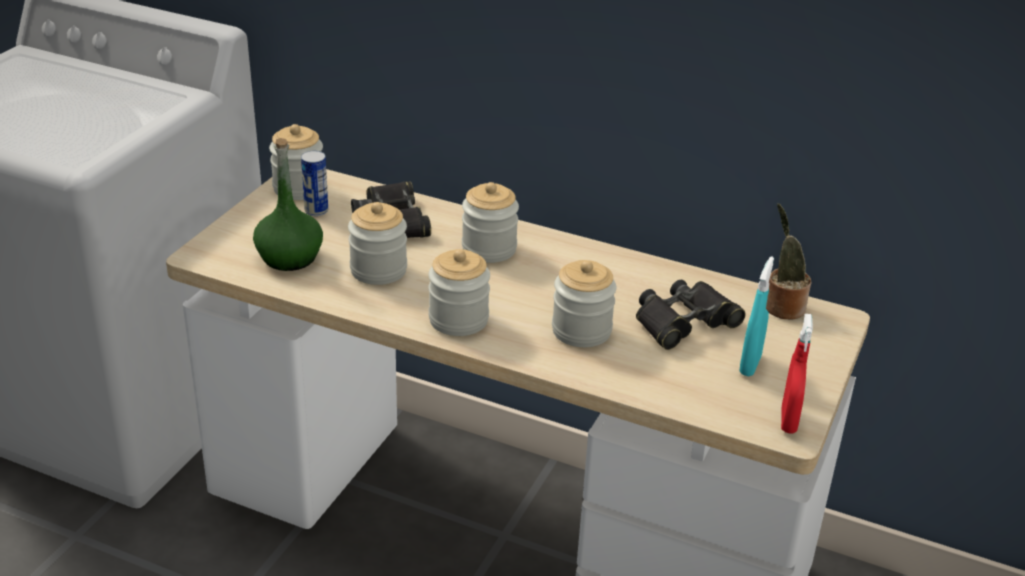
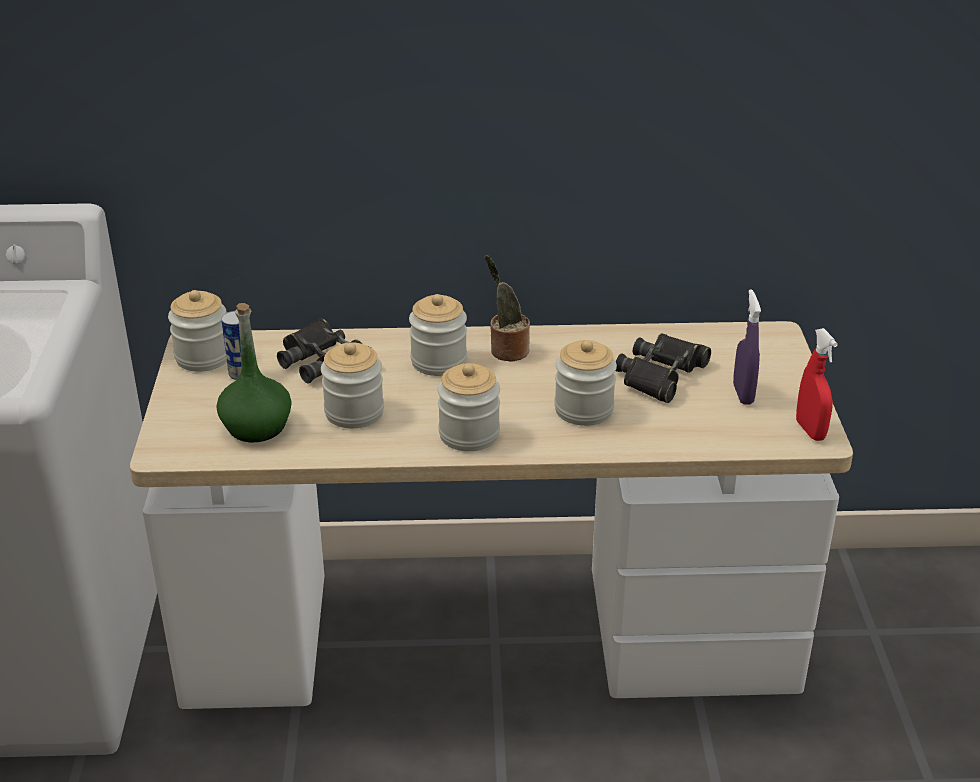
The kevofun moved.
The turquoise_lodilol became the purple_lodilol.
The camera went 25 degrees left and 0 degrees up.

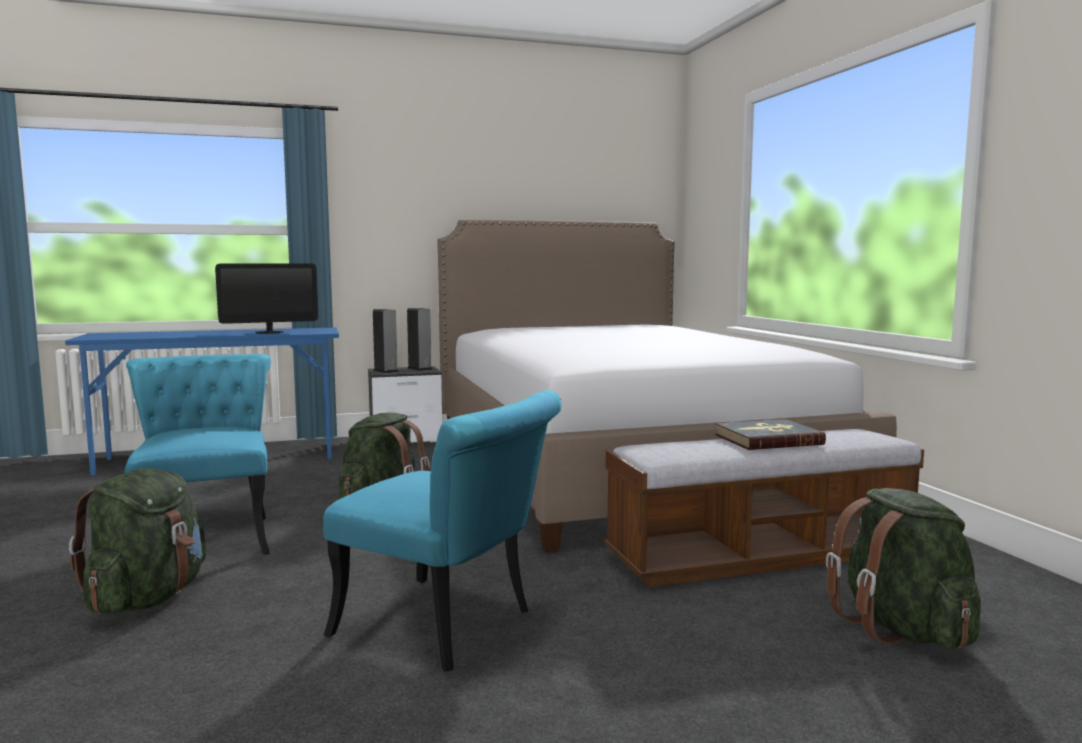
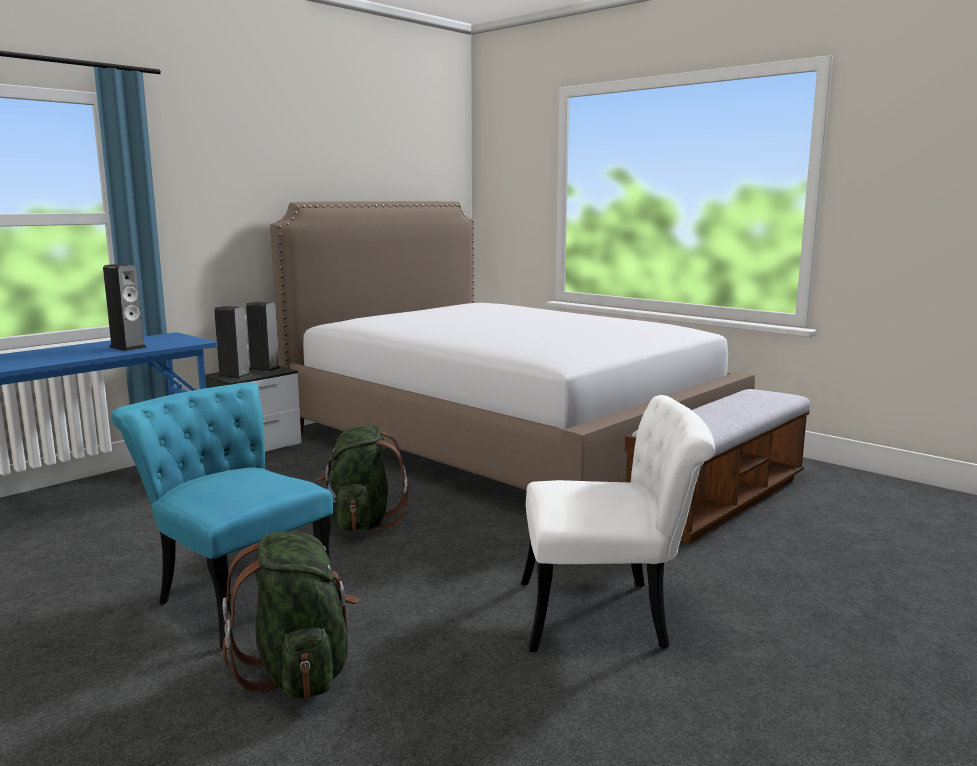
The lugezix was replaced by the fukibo (no. 1 from left).
The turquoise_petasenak (no. 2 from left) became the white_petasenak.
The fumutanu disappeared.
The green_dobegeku (no. 3 from left) disappeared.
The camera went 30 degrees left and 5 degrees up.

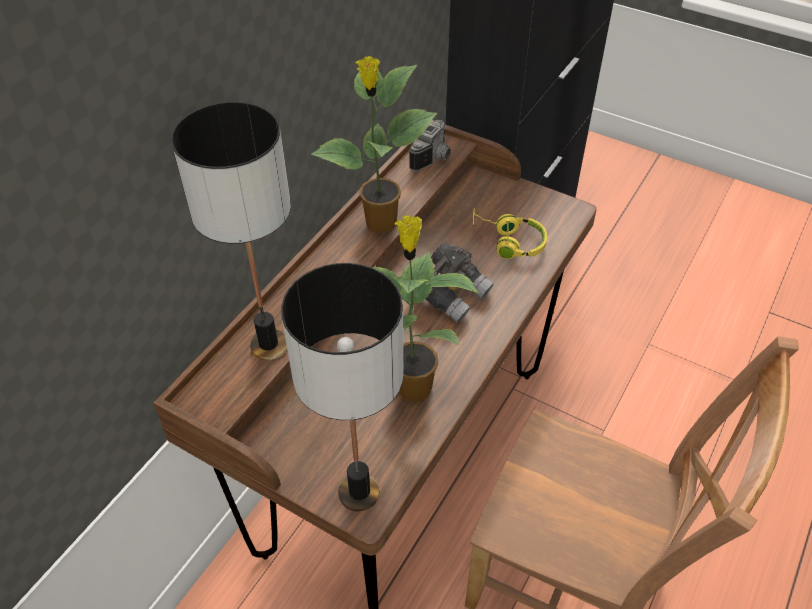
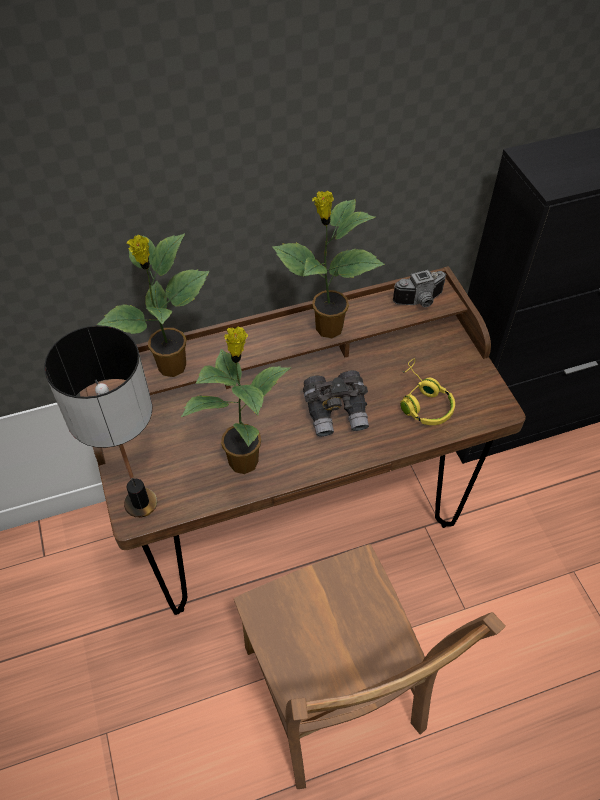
The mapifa (no. 1 from left) was replaced by the kevofun (no. 1 from left).
The camera went 40 degrees right and 5 degrees up.

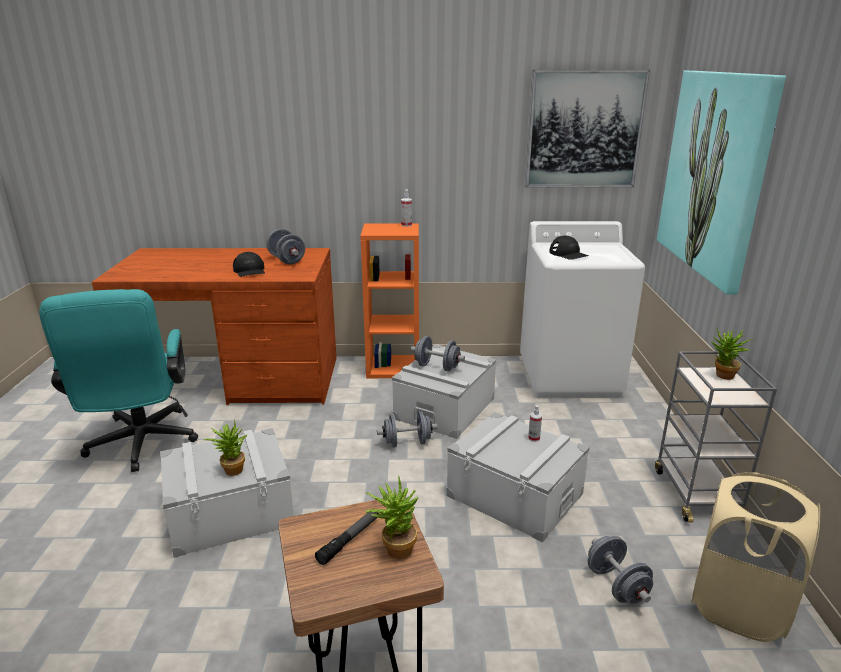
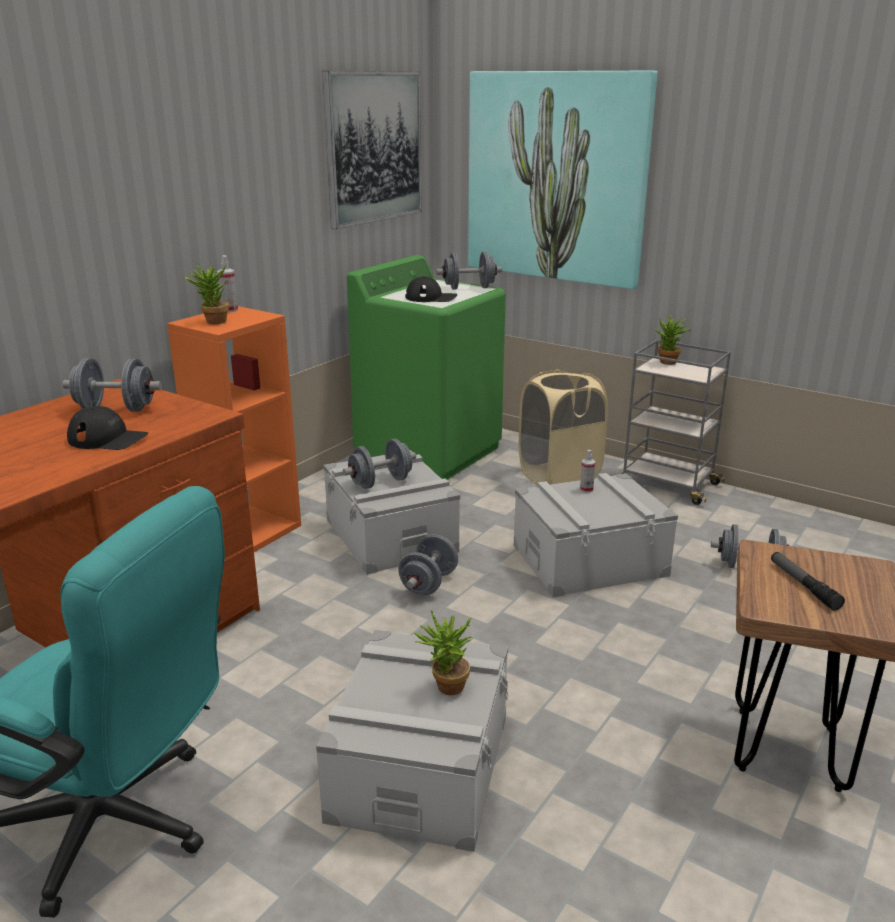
The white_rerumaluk became the green_rerumaluk.
The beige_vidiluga moved.
The kevofun (no. 2 from left in the first image) moved.
The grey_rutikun (no. 4 from left) appeared.
The camera went 55 degrees left and 0 degrees up.

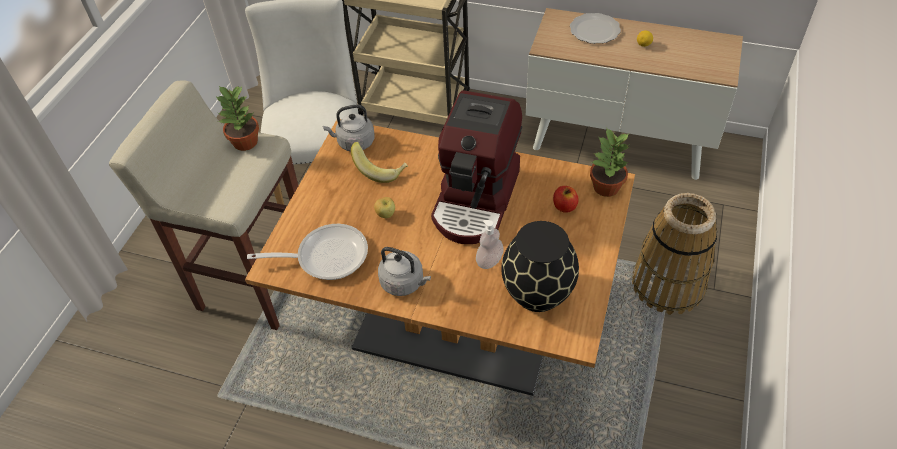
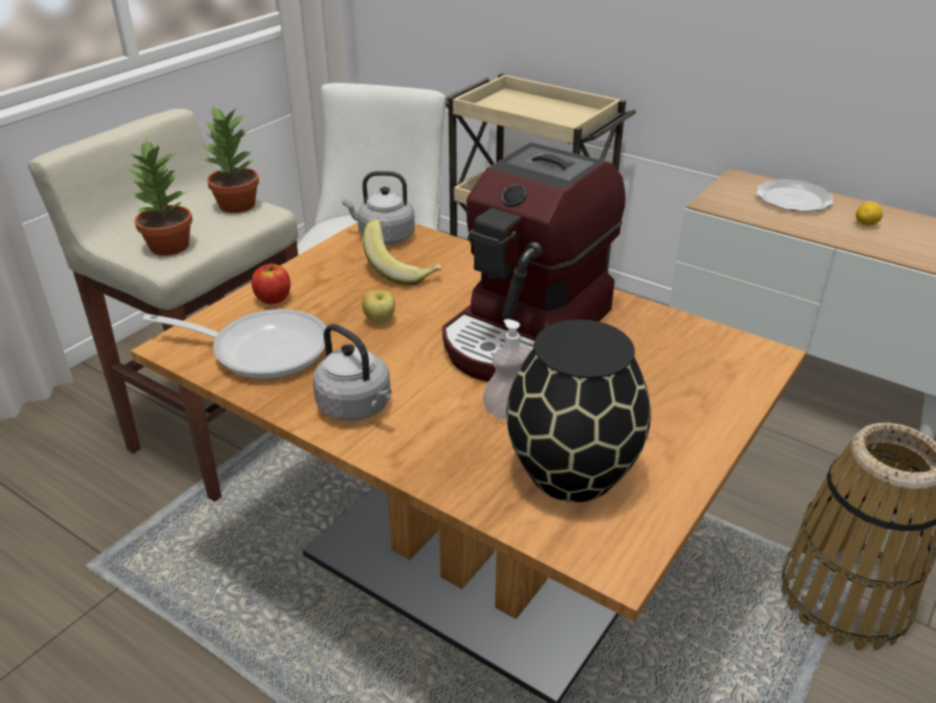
The kevofun (no. 2 from left in the first image) moved.
The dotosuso (no. 2 from left in the first image) moved.
The camera went 15 degrees right and 15 degrees down.

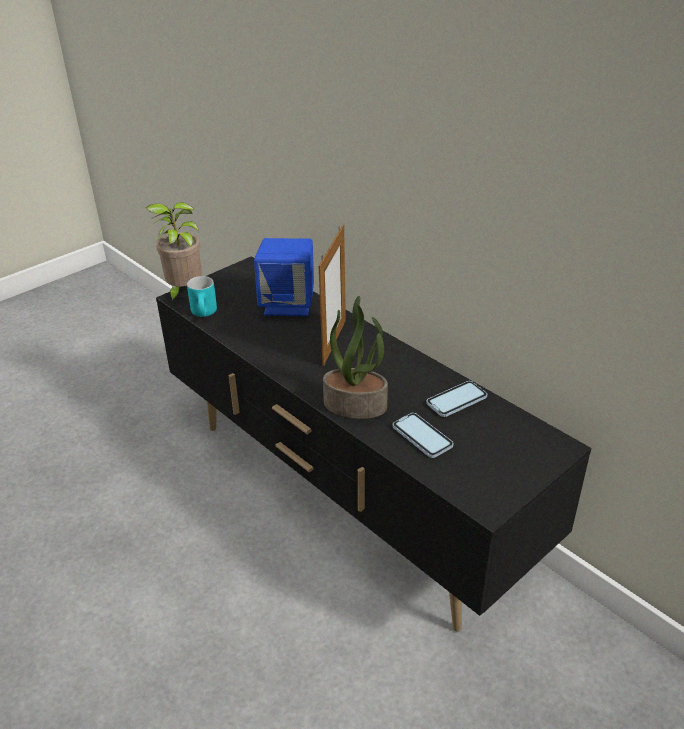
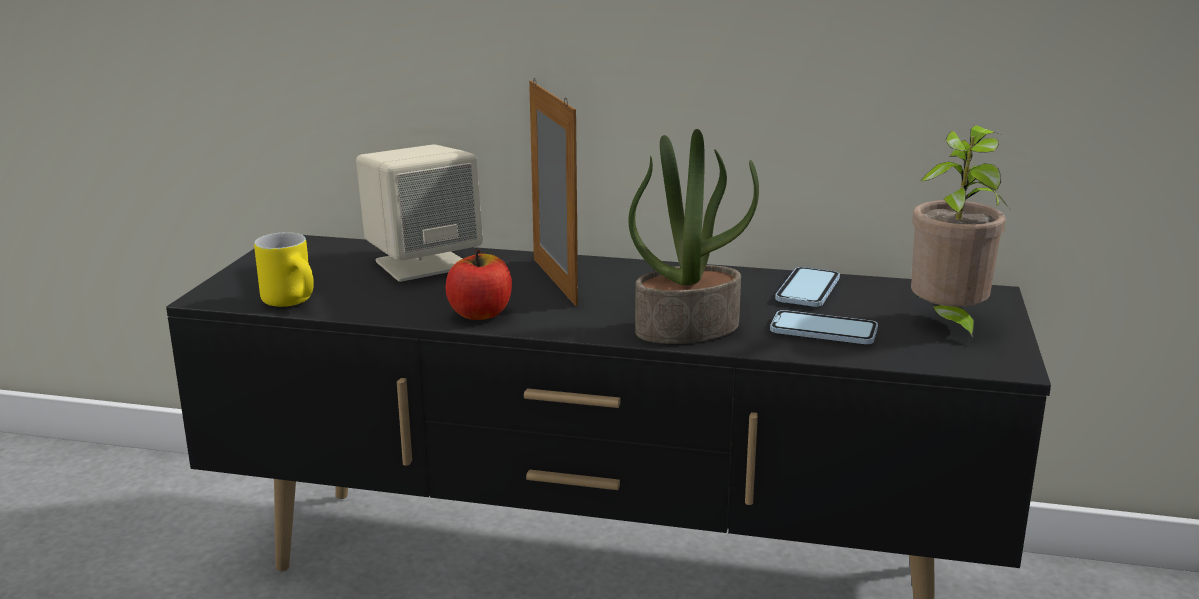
The kevofun (no. 1 from left in the first image) moved.
The blue_fukibo became the beige_fukibo.
The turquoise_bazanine became the yellow_bazanine.
The dotosuso appeared.
The camera went 35 degrees left and 15 degrees down.

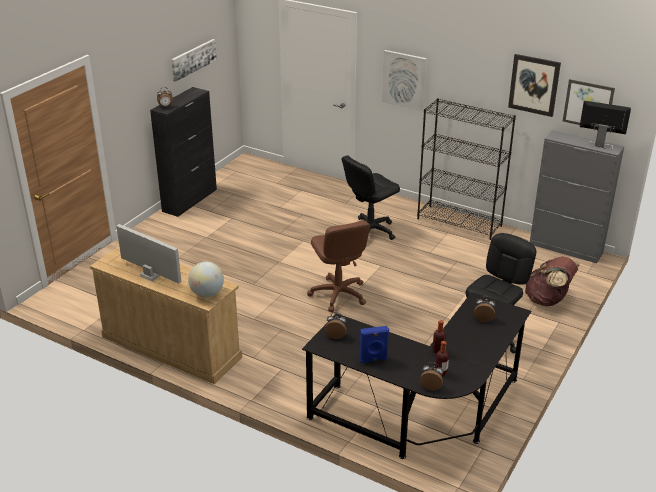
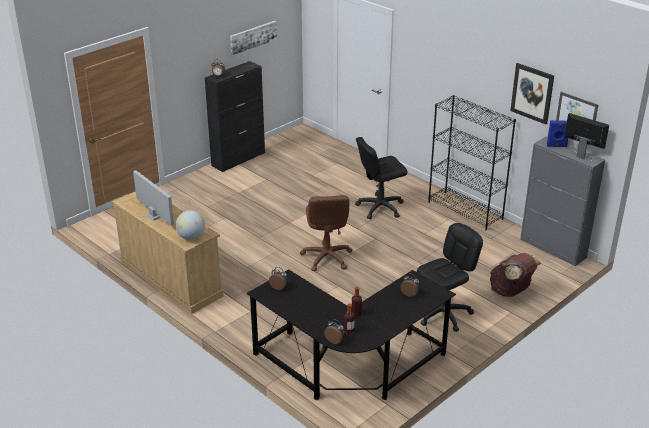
The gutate (no. 2 from left) disappeared.
The blue_fukibo moved.
The camera went 15 degrees right and 0 degrees up.

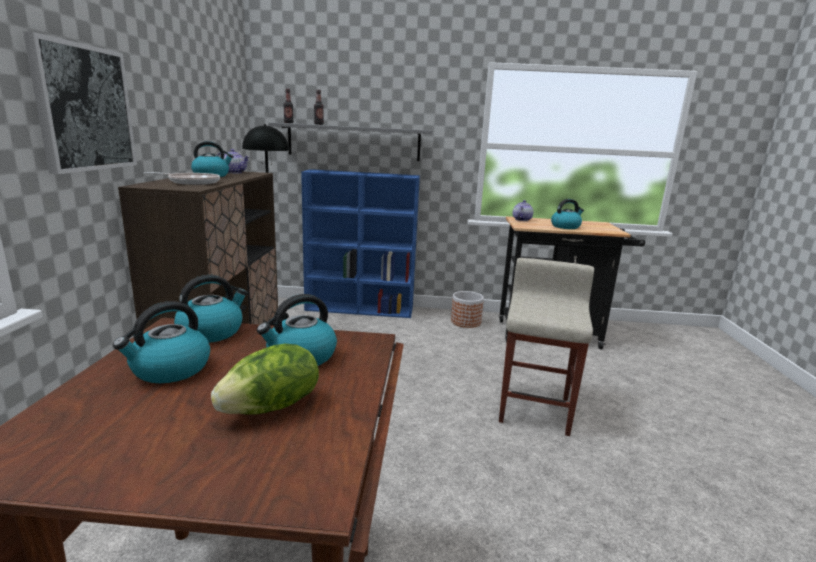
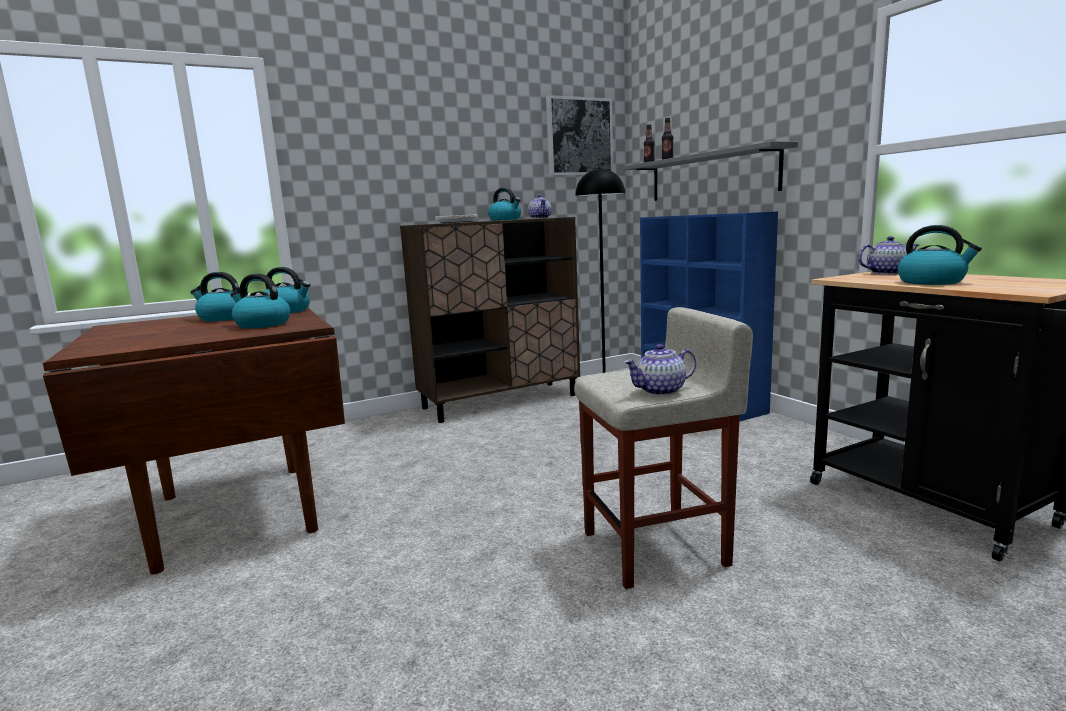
The gutate moved.
The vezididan disappeared.
The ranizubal disappeared.
The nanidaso (no. 2 from left) appeared.
The camera went 60 degrees right and 5 degrees down.

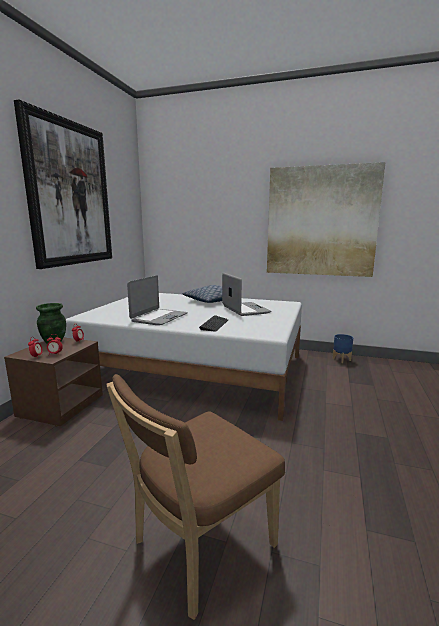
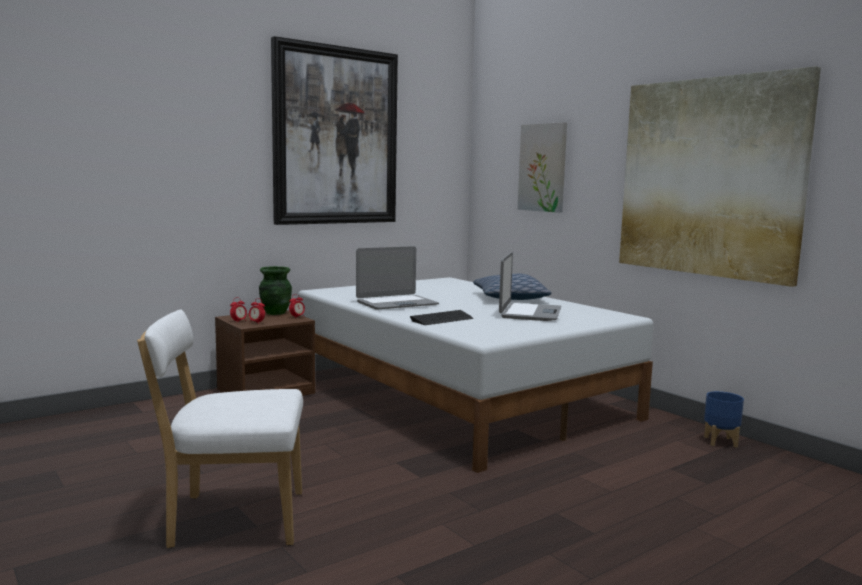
The brown_petasenak became the white_petasenak.
The gutate (no. 2 from left) appeared.
The camera went 35 degrees right and 5 degrees down.

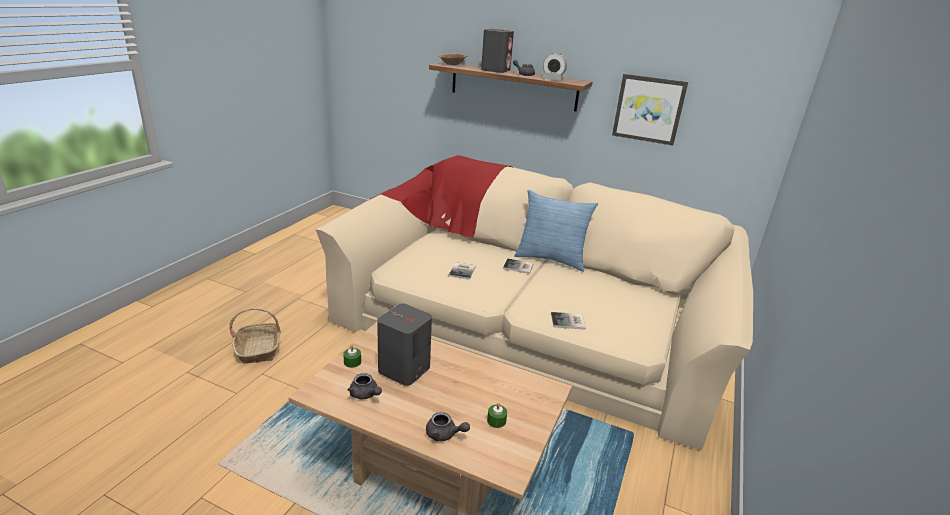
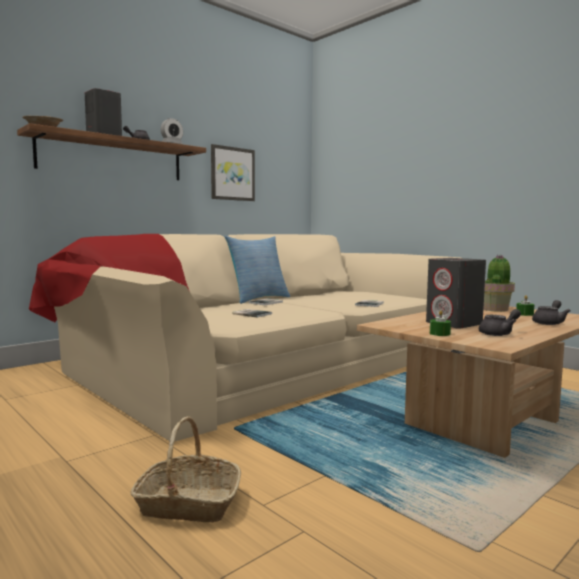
The kevofun appeared.
The camera went 65 degrees left and 20 degrees down.

